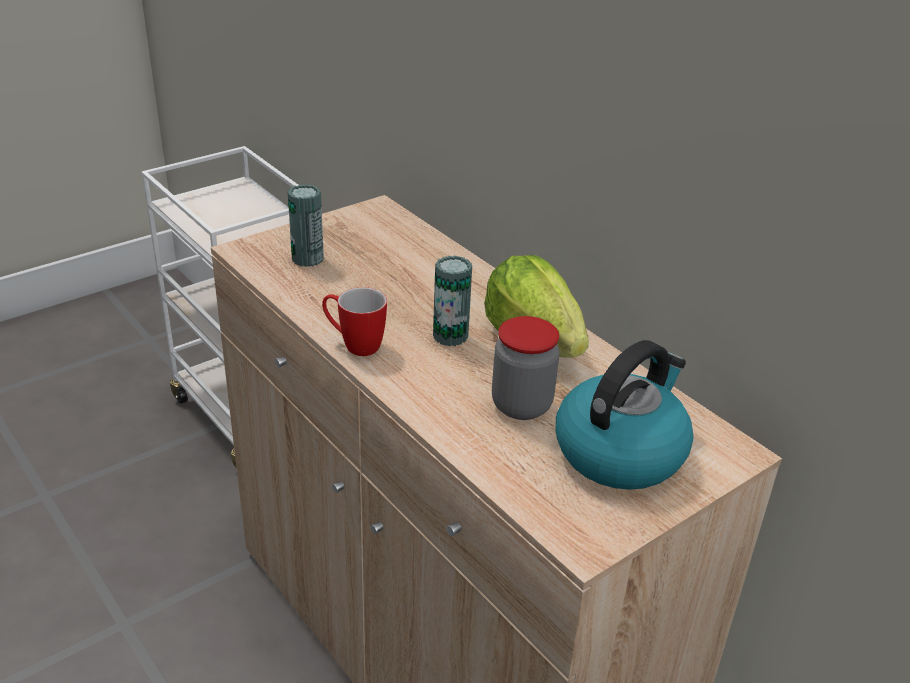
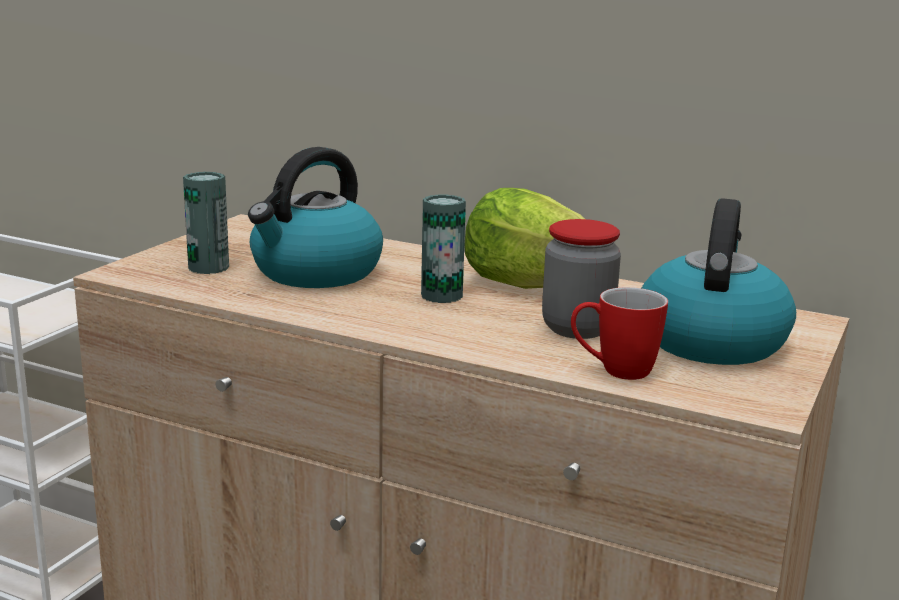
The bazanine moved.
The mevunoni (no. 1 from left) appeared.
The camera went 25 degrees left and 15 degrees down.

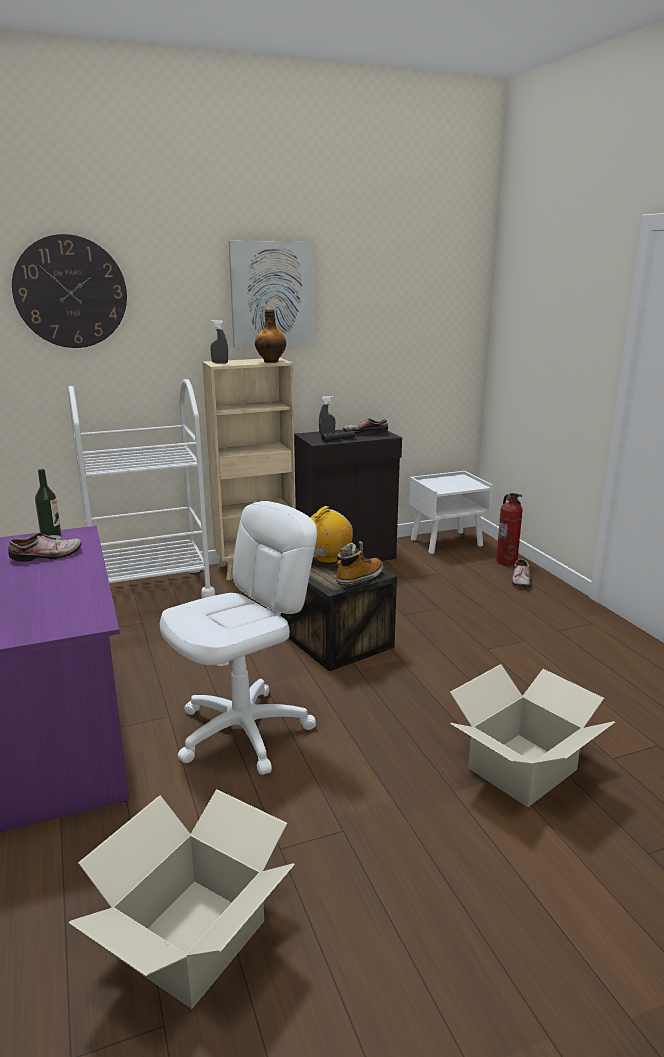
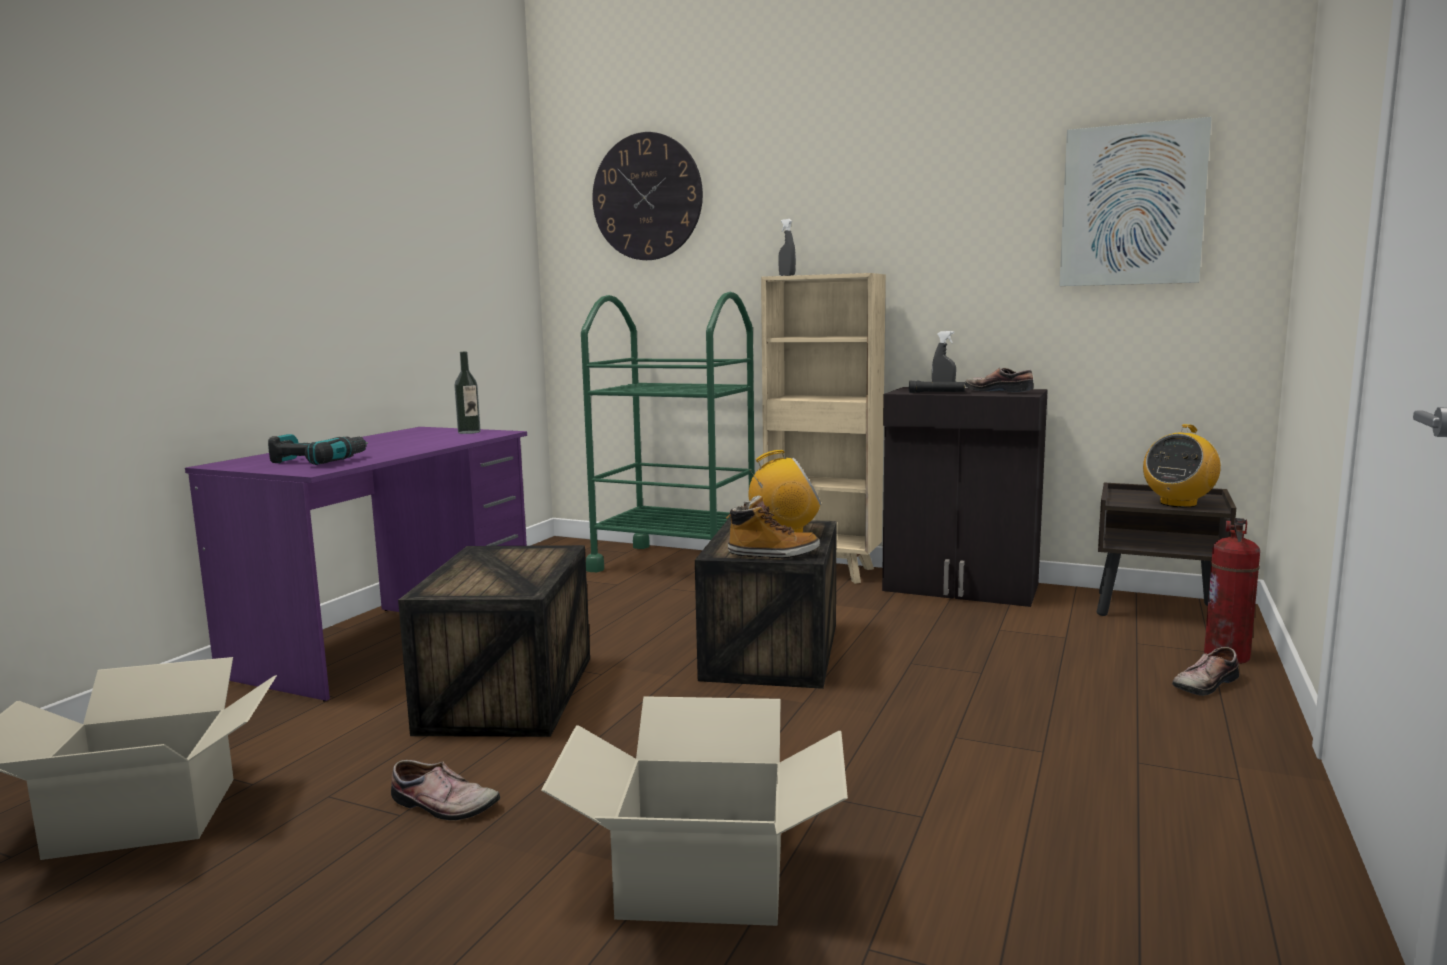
The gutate moved.
The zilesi (no. 2 from left) disappeared.
The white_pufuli became the green_pufuli.
The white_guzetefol became the brown_guzetefol.
The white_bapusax was replaced by the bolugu (no. 1 from left).
The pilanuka (no. 1 from left) moved.
The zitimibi (no. 2 from left) appeared.
The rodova appeared.
The camera went 45 degrees right and 10 degrees down.

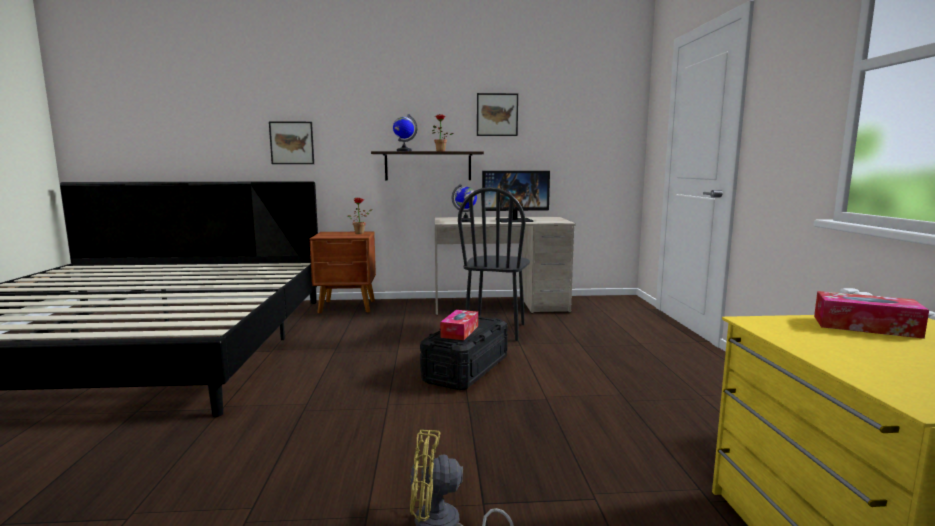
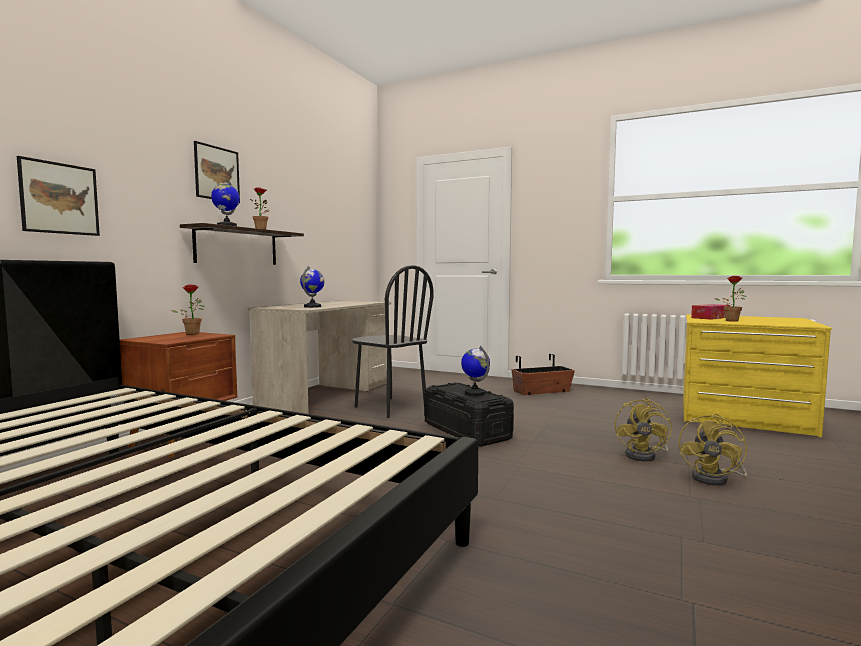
The gutate (no. 2 from left) moved.
The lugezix disappeared.
The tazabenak (no. 1 from left) was replaced by the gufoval (no. 3 from left).
The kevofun (no. 3 from left) appeared.
The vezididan appeared.
The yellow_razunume (no. 1 from left) appeared.
The camera went 60 degrees left and 5 degrees down.

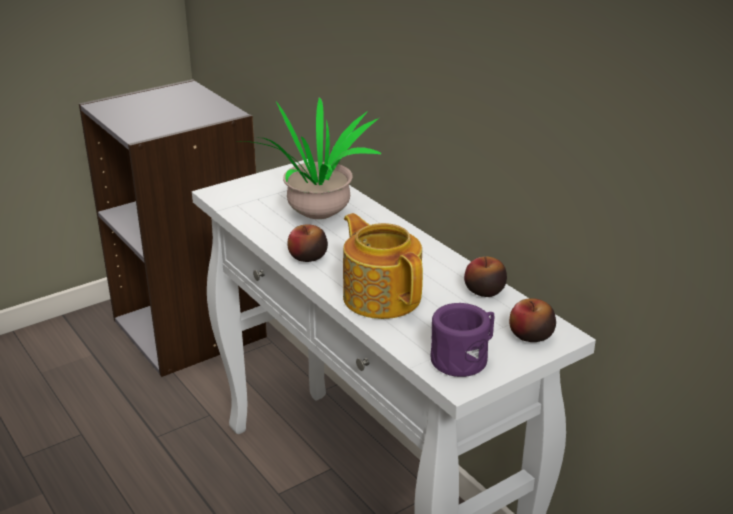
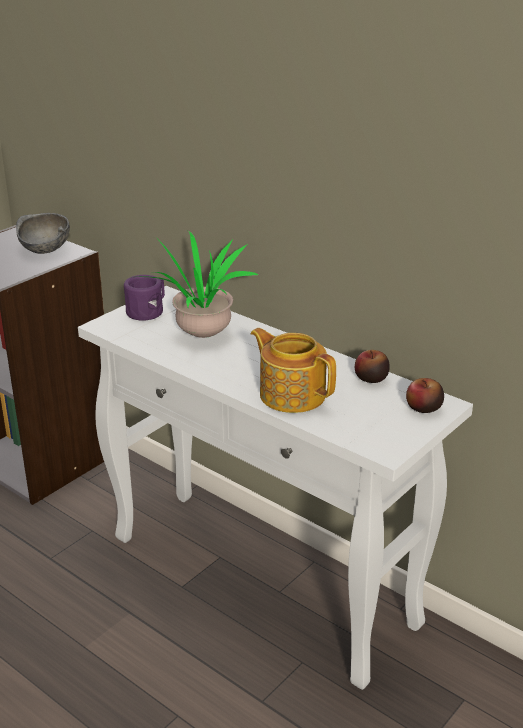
The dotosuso (no. 1 from left) disappeared.
The purple_bazanine moved.
The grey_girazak appeared.
The camera went 15 degrees left and 0 degrees up.

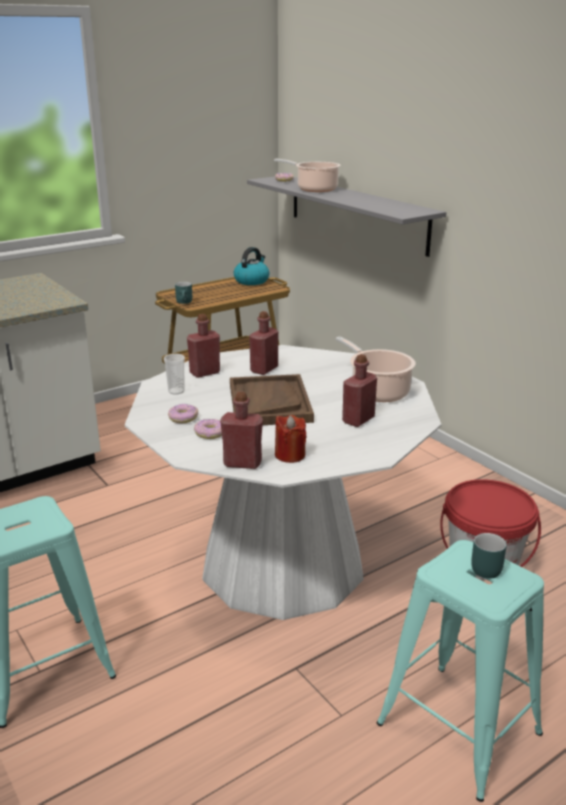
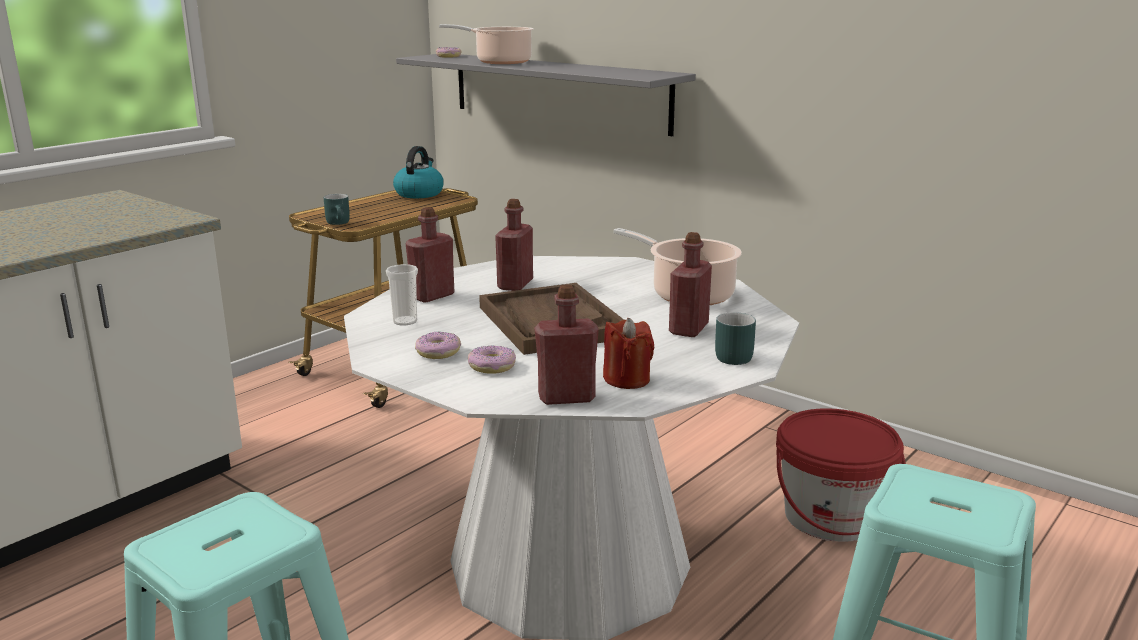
The turquoise_bazanine (no. 2 from left) moved.
The camera went 15 degrees left and 5 degrees down.

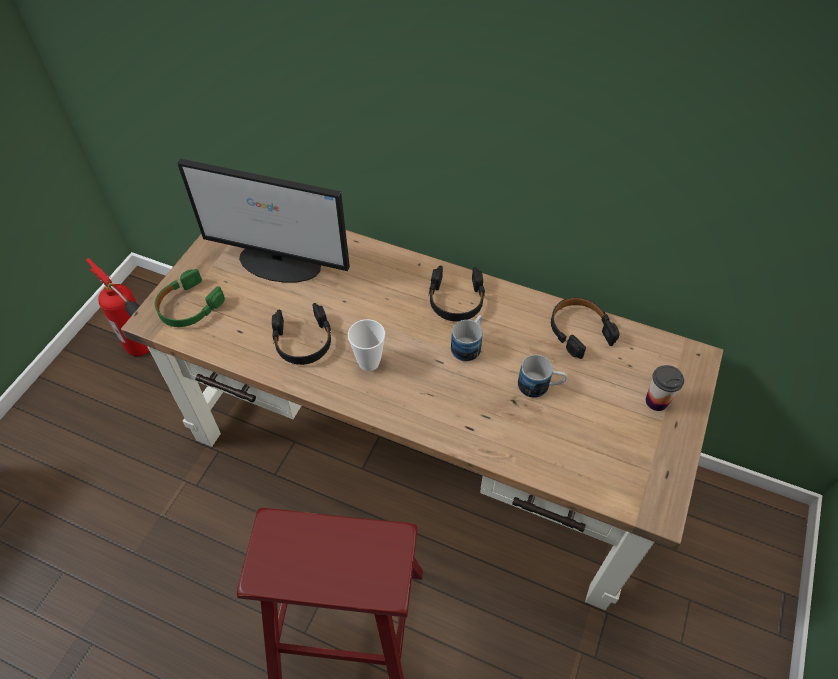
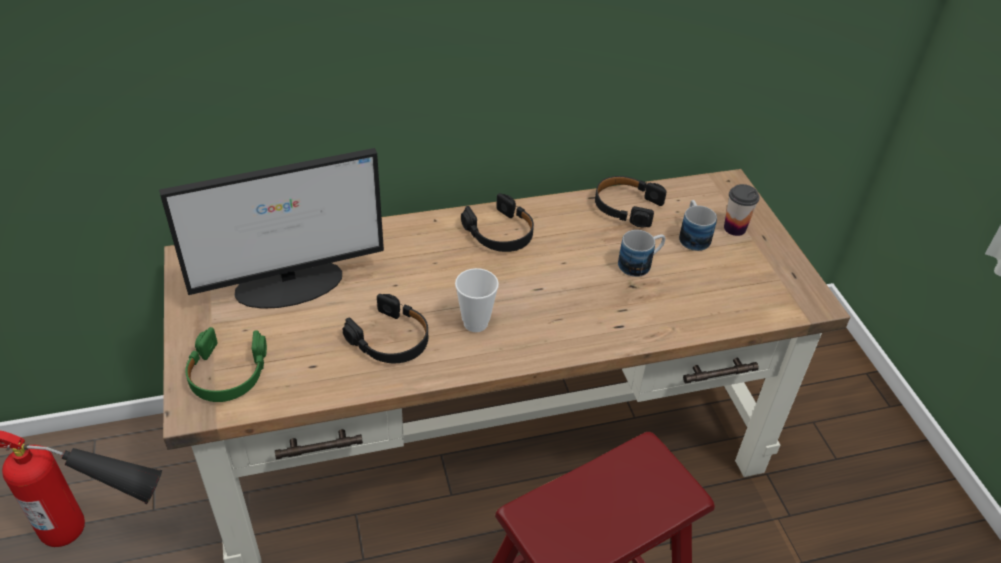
The bazanine (no. 1 from left in the first image) moved.
The camera went 40 degrees left and 10 degrees down.

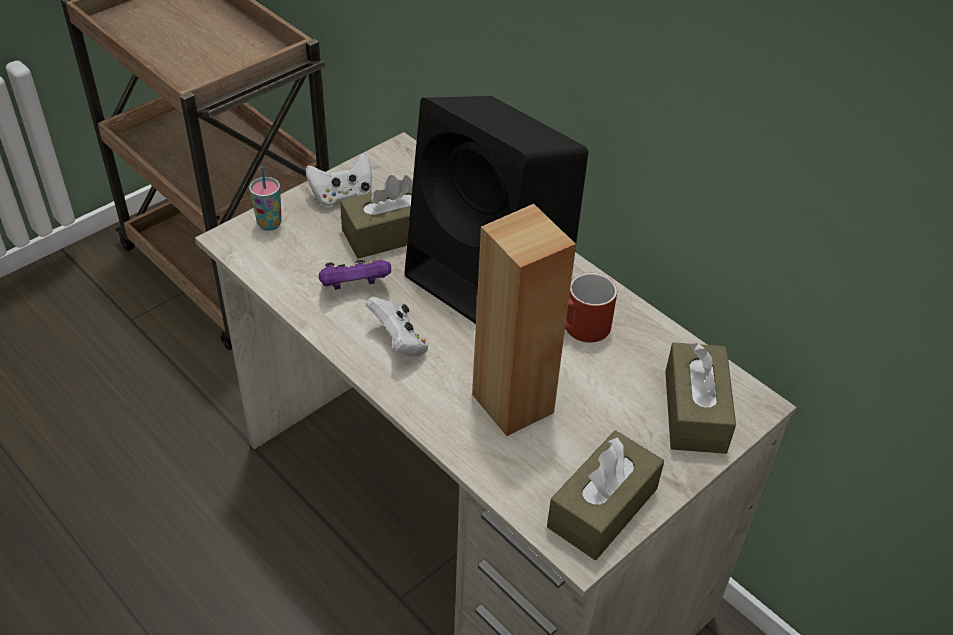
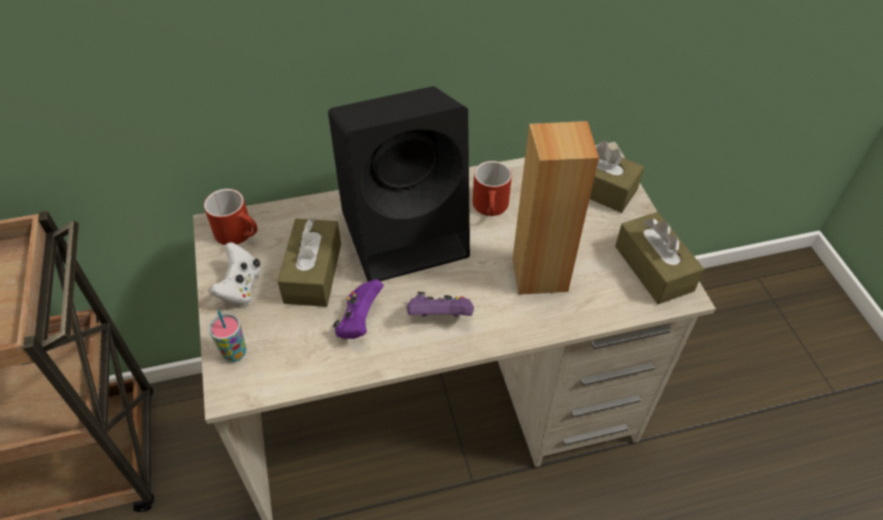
The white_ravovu (no. 2 from left) became the purple_ravovu (no. 2 from left).
The red_bazanine (no. 1 from left) appeared.
The camera went 60 degrees left and 5 degrees up.

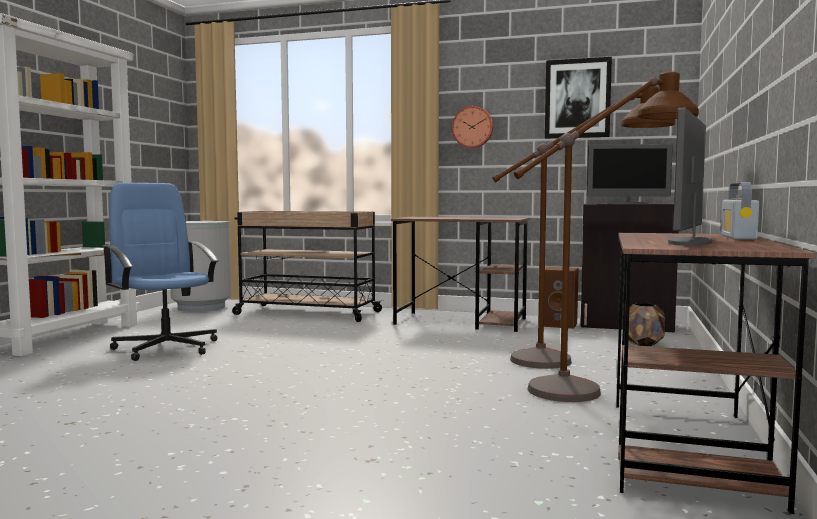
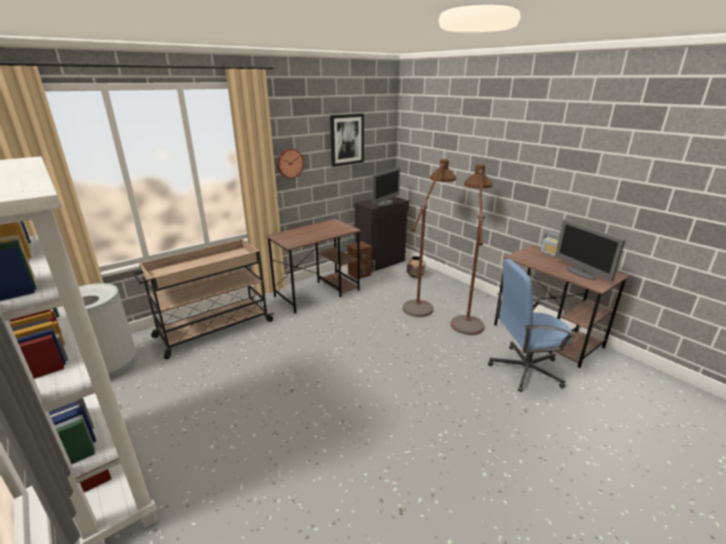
The blue_bapusax moved.
The camera went 55 degrees left and 20 degrees up.

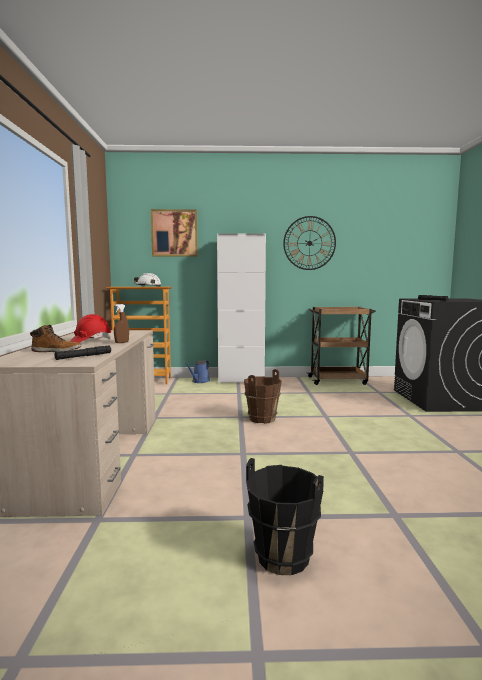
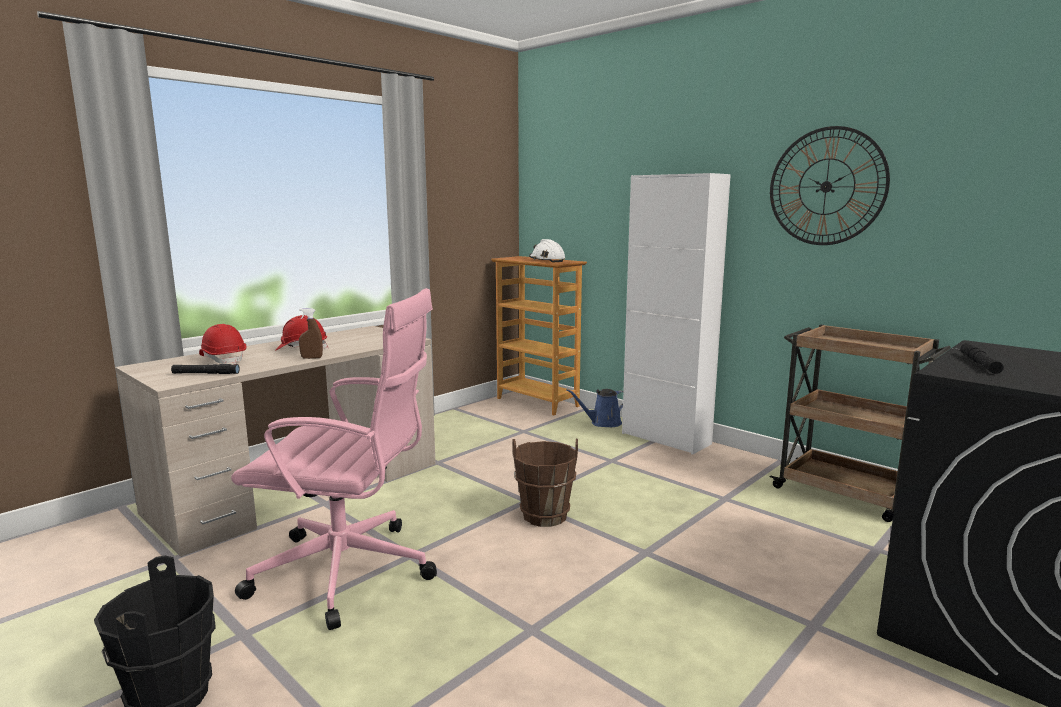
The gutate disappeared.
The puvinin was replaced by the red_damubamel (no. 1 from left).
The pink_bapusax appeared.
The camera went 45 degrees right and 5 degrees up.

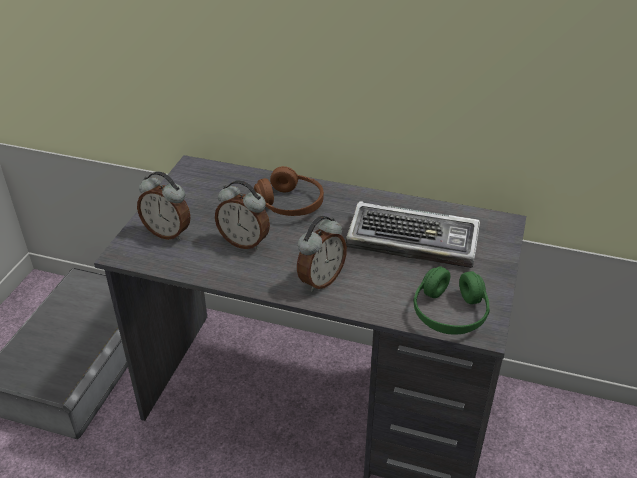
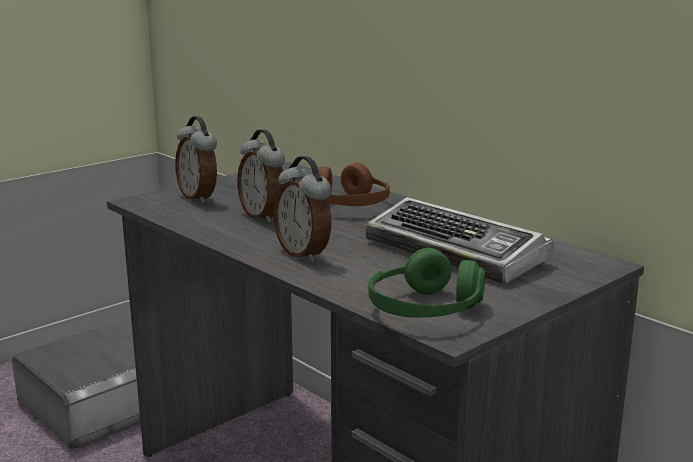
The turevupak (no. 3 from left) turned 75 degrees clockwise.
The camera went 30 degrees right and 20 degrees down.

